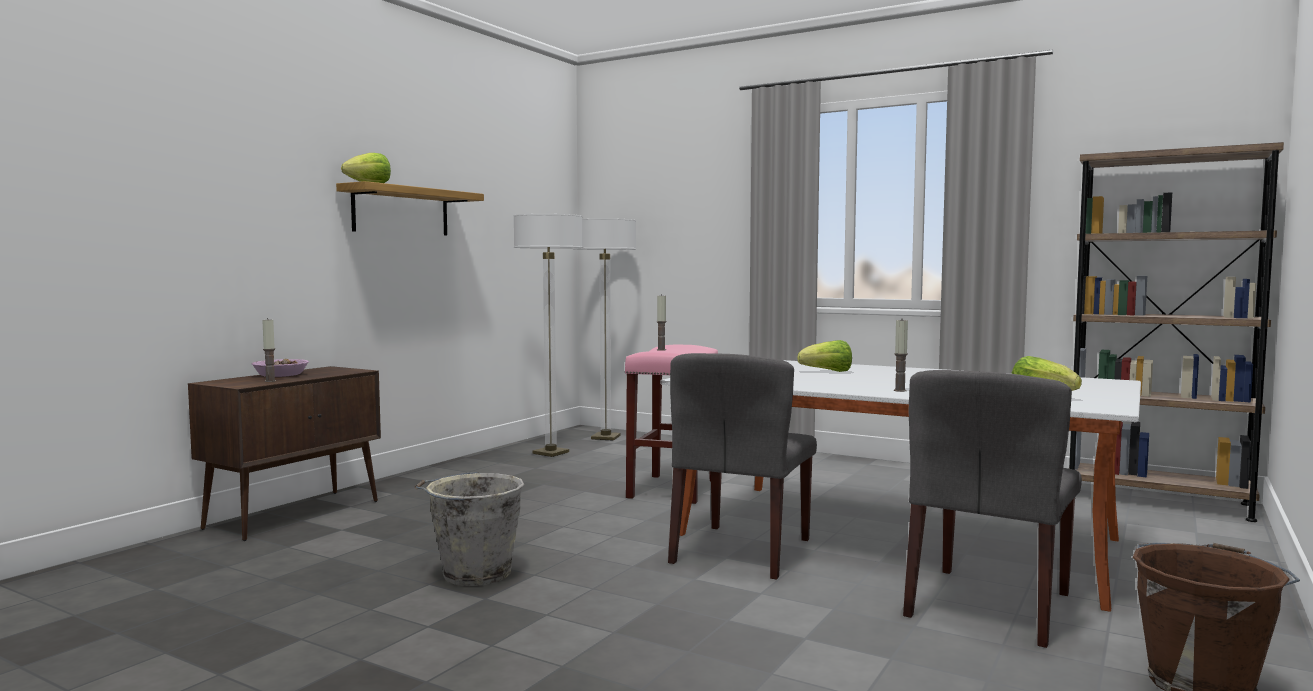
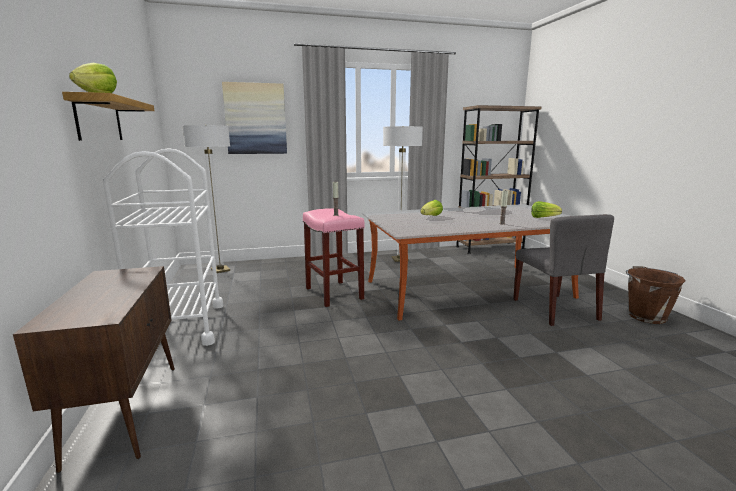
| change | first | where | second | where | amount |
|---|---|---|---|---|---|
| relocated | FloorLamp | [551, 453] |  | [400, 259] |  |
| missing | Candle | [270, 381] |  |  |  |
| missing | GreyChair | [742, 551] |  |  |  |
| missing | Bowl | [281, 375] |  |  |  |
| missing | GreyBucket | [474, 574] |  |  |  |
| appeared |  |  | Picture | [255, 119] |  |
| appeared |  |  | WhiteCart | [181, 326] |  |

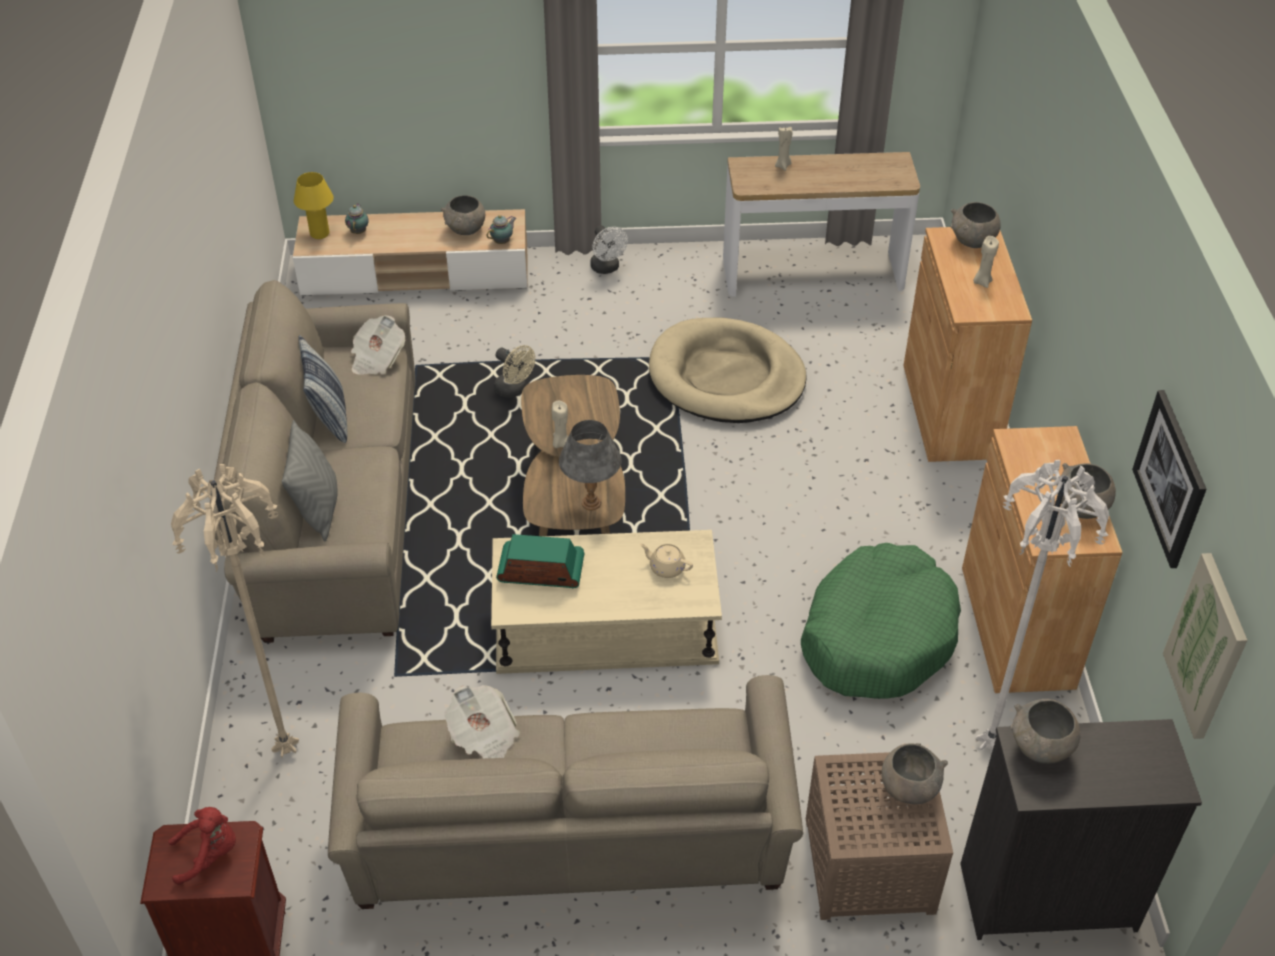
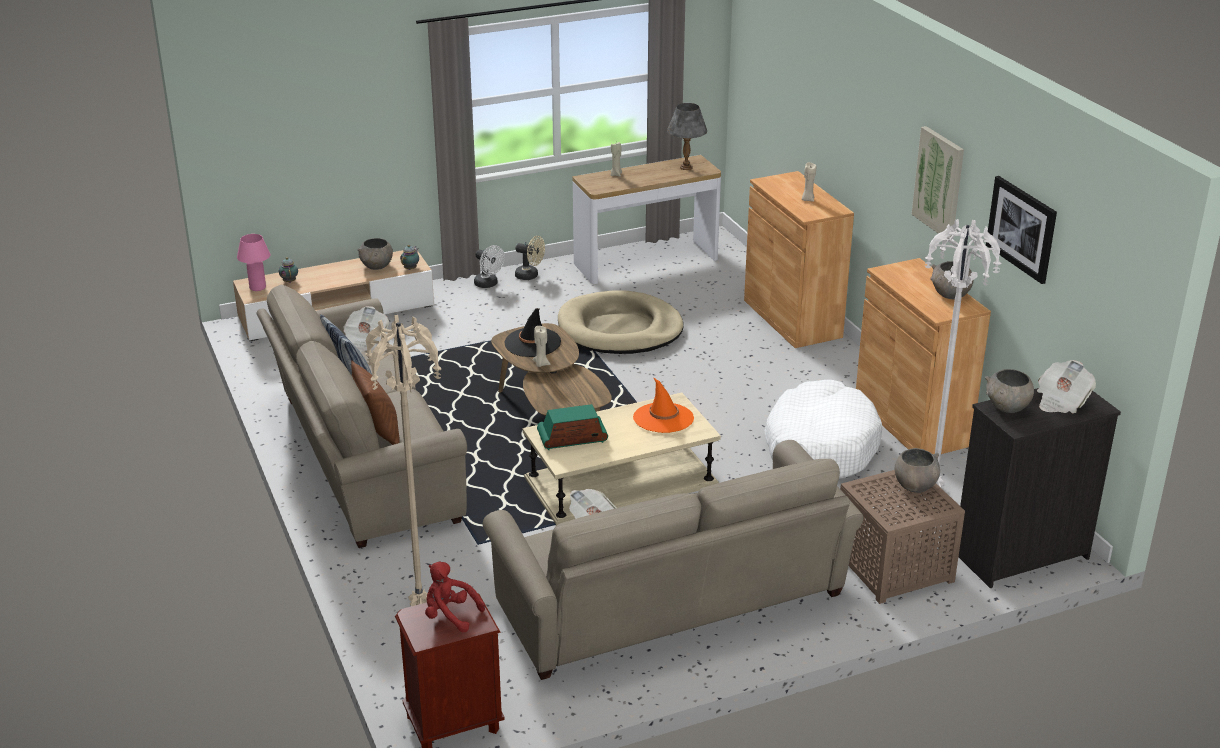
| change | first | where | second | where | amount |
|---|---|---|---|---|---|
| colour | YellowTableLamp | [319, 234] | PinkTableLamp | [257, 288] |  |
| missing | GreyBowl | [972, 242] |  |  |  |
| relocated | BeigeFan | [514, 390] |  | [530, 276] |  |
| colour | GreyPillow | [318, 509] | BrownPillow | [379, 432] |  |
| relocated | GreyTableLamp | [591, 503] |  | [686, 167] |  |
| exchanged | BeigeTeapot | [666, 567] | OrangeHat | [663, 418] |  |
| colour | GreenDogBed | [877, 636] | WhiteDogBed | [820, 447] |  |
| relocated | Picture | [1207, 646] |  | [939, 182] |  |
| spun | RedPlushToy | [209, 854] |  | [450, 615] | 120 degrees counterclockwise |
| appeared |  |  | BlackHat | [532, 343] |  |
| appeared |  |  | Newspaper | [1061, 401] |  |

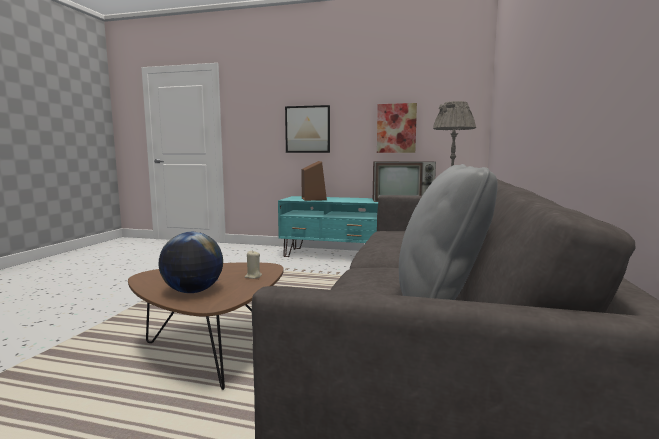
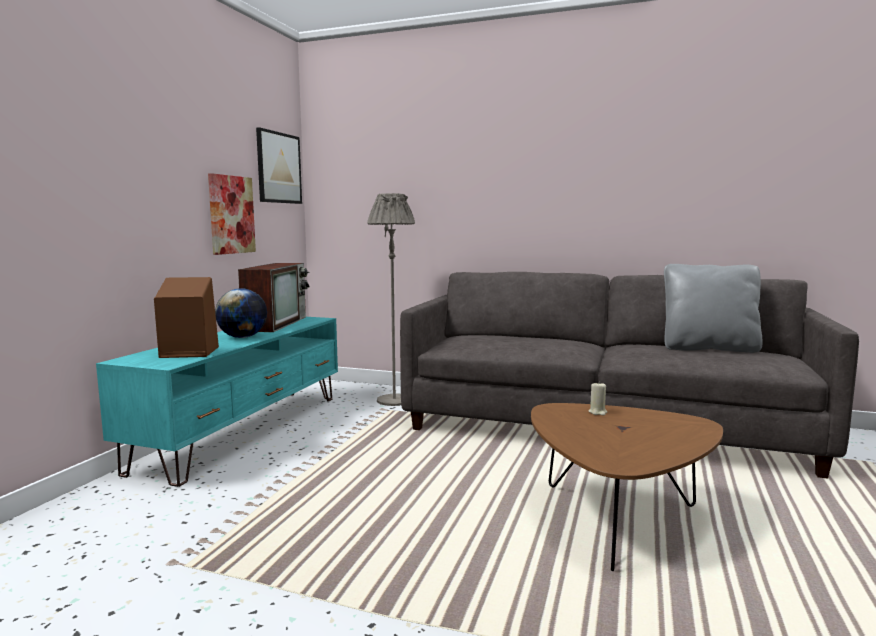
| change | first | where | second | where | amount |
|---|---|---|---|---|---|
| relocated | Picture | [307, 129] |  | [279, 168] |  |
| relocated | Globe | [193, 291] |  | [243, 337] |  |

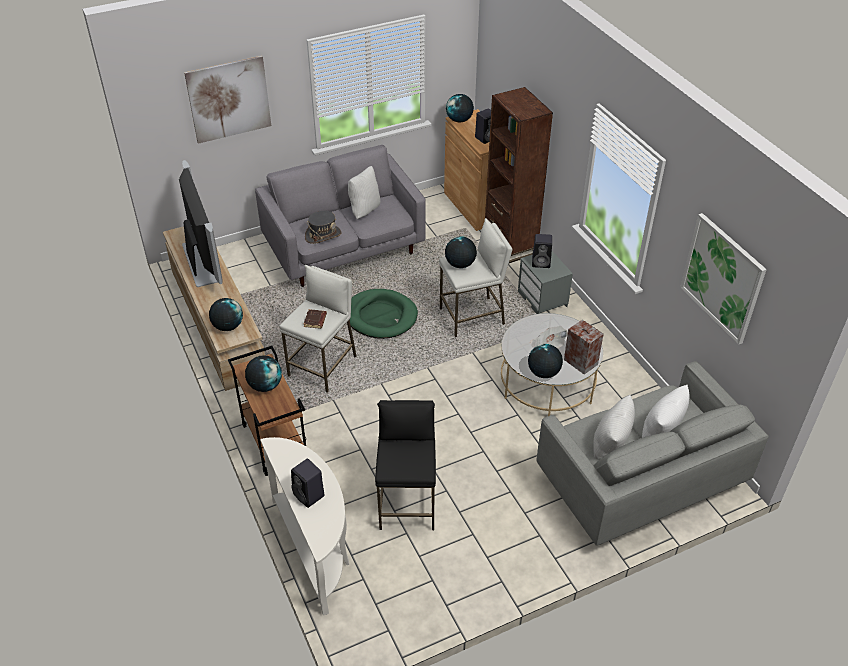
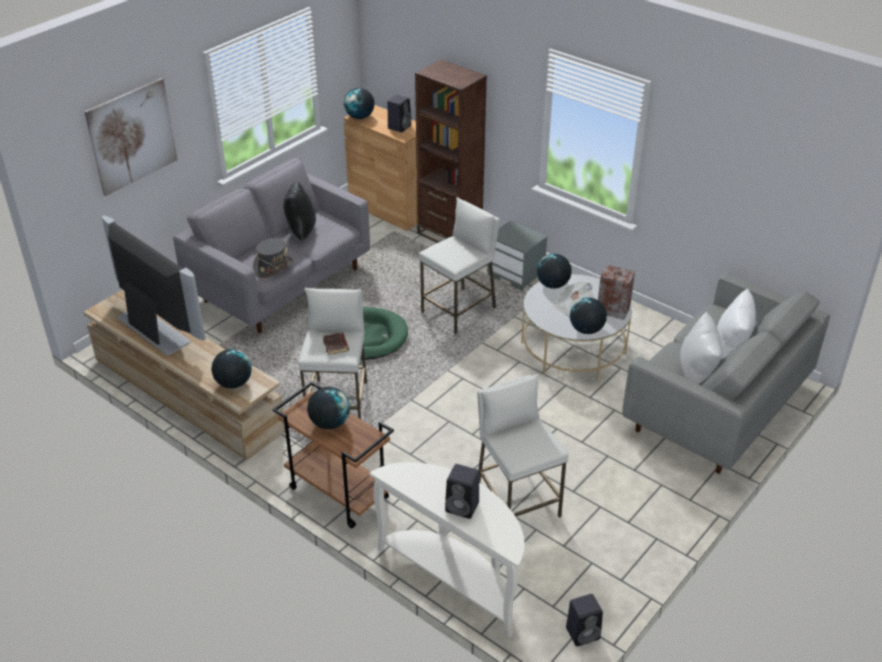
| change | first | where | second | where | amount |
|---|---|---|---|---|---|
| colour | WhitePillow | [364, 210] | BlackPillow | [300, 232] |  |
| missing | Picture | [722, 278] |  |  |  |
| relocated | BlackSpeaker | [541, 262] |  | [583, 633] |  |
| relocated | Globe | [460, 264] |  | [552, 285] |  |
| colour | BlackStool | [407, 502] | WhiteStool | [517, 501] |  |

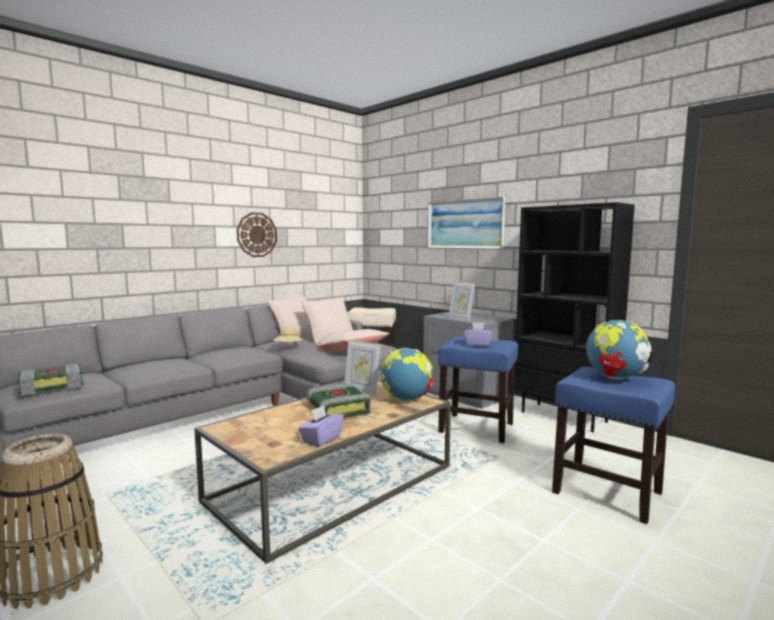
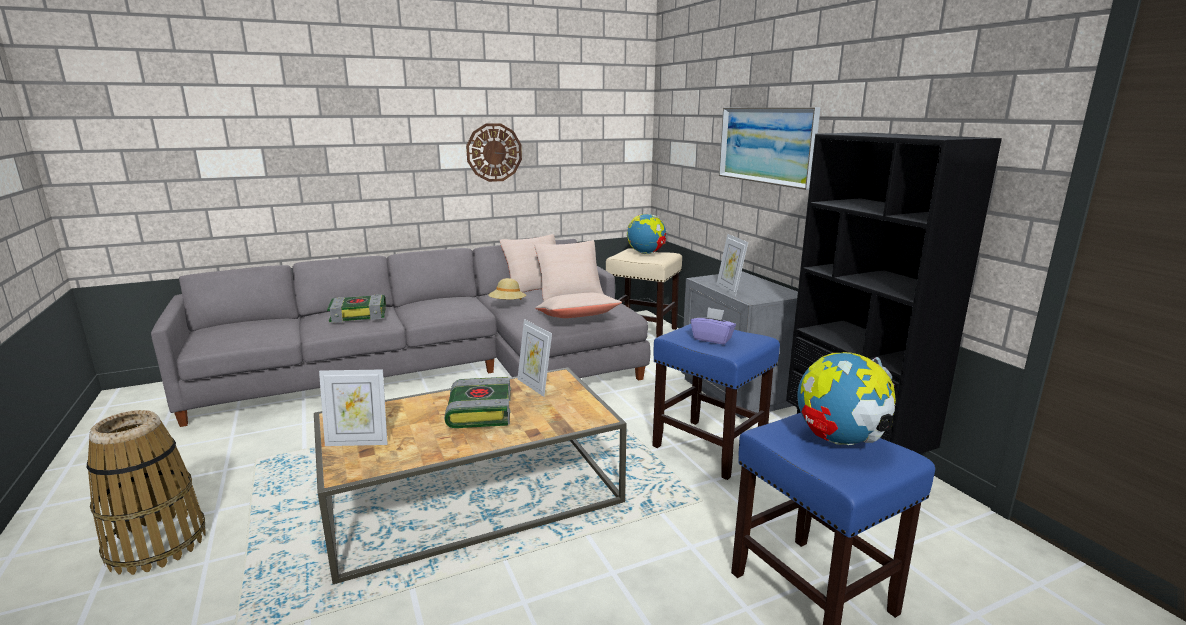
| change | first | where | second | where | amount |
|---|---|---|---|---|---|
| relocated | Globe | [407, 399] |  | [646, 253] |  |
| relocated | Book | [53, 385] |  | [359, 314] |  |
| missing | PurpleTissueBox | [321, 439] |  |  |  |
| appeared |  |  | PictureFrame | [358, 442] |  |

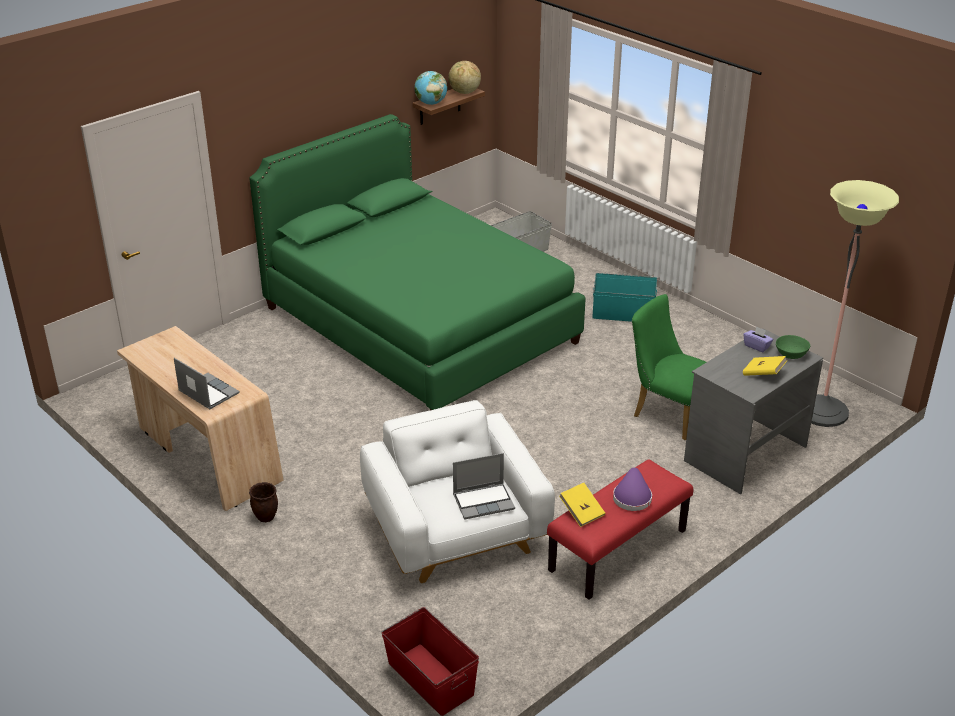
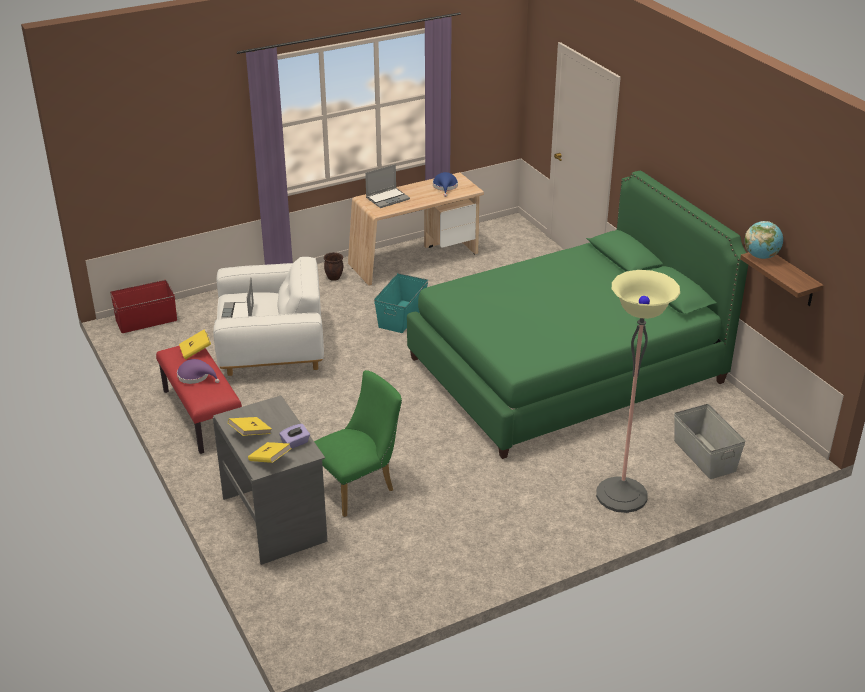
| change | first | where | second | where | amount |
|---|---|---|---|---|---|
| missing | Globe | [464, 92] |  |  |  |
| relocated | FloorLamp | [822, 411] |  | [621, 495] |  |
| relocated | TurquoiseStorageBox | [623, 313] |  | [401, 316] |  |
| exchanged | GreenBowl | [790, 354] | YellowBook | [270, 460] |  |
| appeared |  |  | BlueHat | [445, 187] |  |

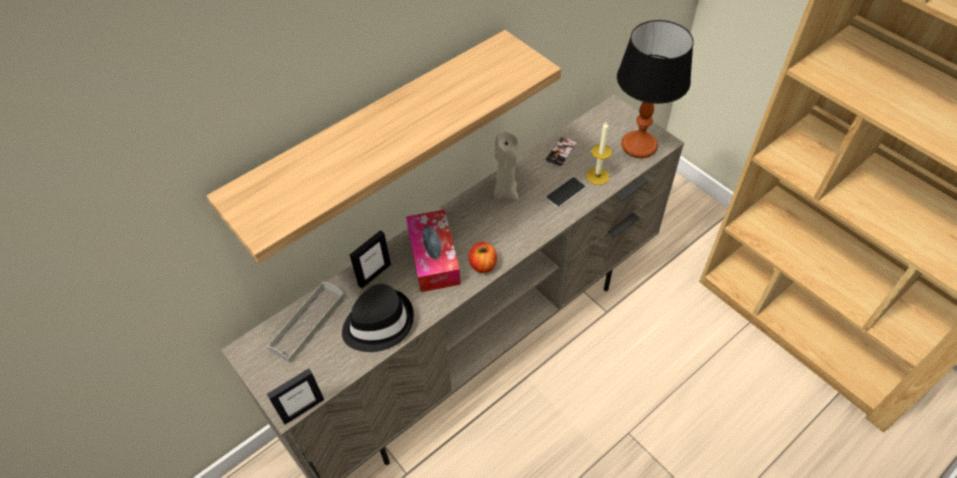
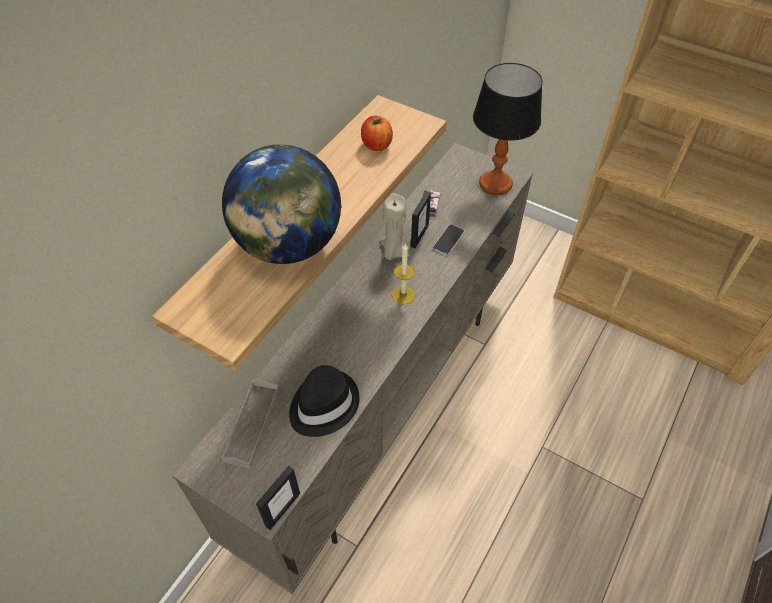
| change | first | where | second | where | amount |
|---|---|---|---|---|---|
| relocated | Candle | [597, 176] |  | [403, 295] |  |
| missing | TissueBox | [433, 257] |  |  |  |
| relocated | PictureFrame | [374, 274] |  | [419, 236] |  |
| relocated | Apple | [483, 265] |  | [376, 145] |  |
| appeared |  |  | Globe | [288, 245] |  |

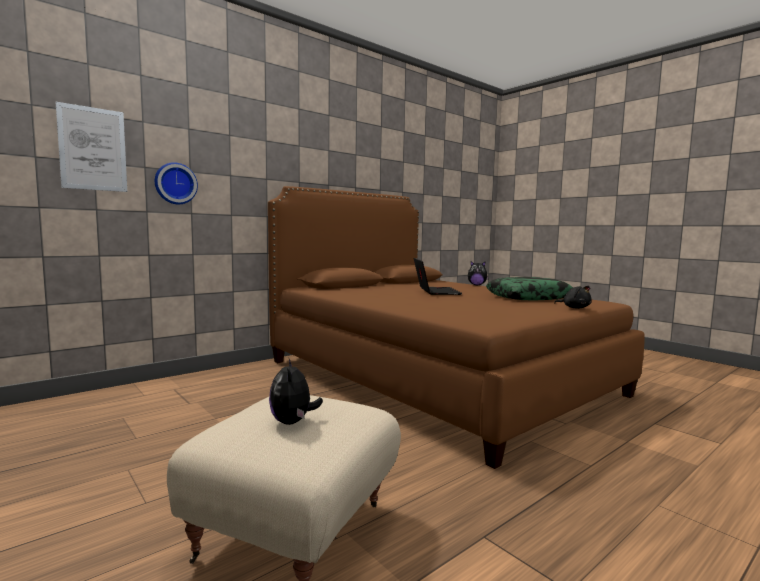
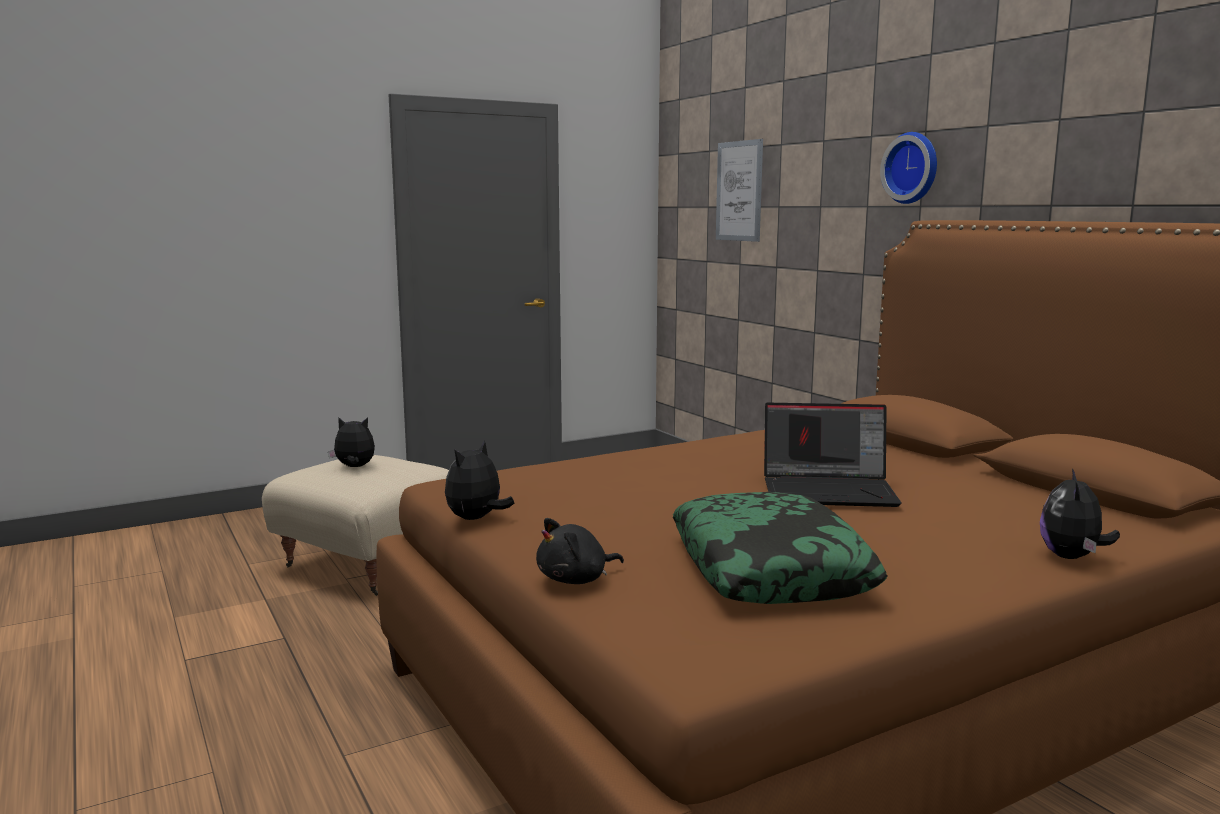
| change | first | where | second | where | amount |
|---|---|---|---|---|---|
| relocated | WallClock | [175, 183] |  | [913, 168] |  |
| appeared |  |  | PlushToy | [476, 519] |  |

